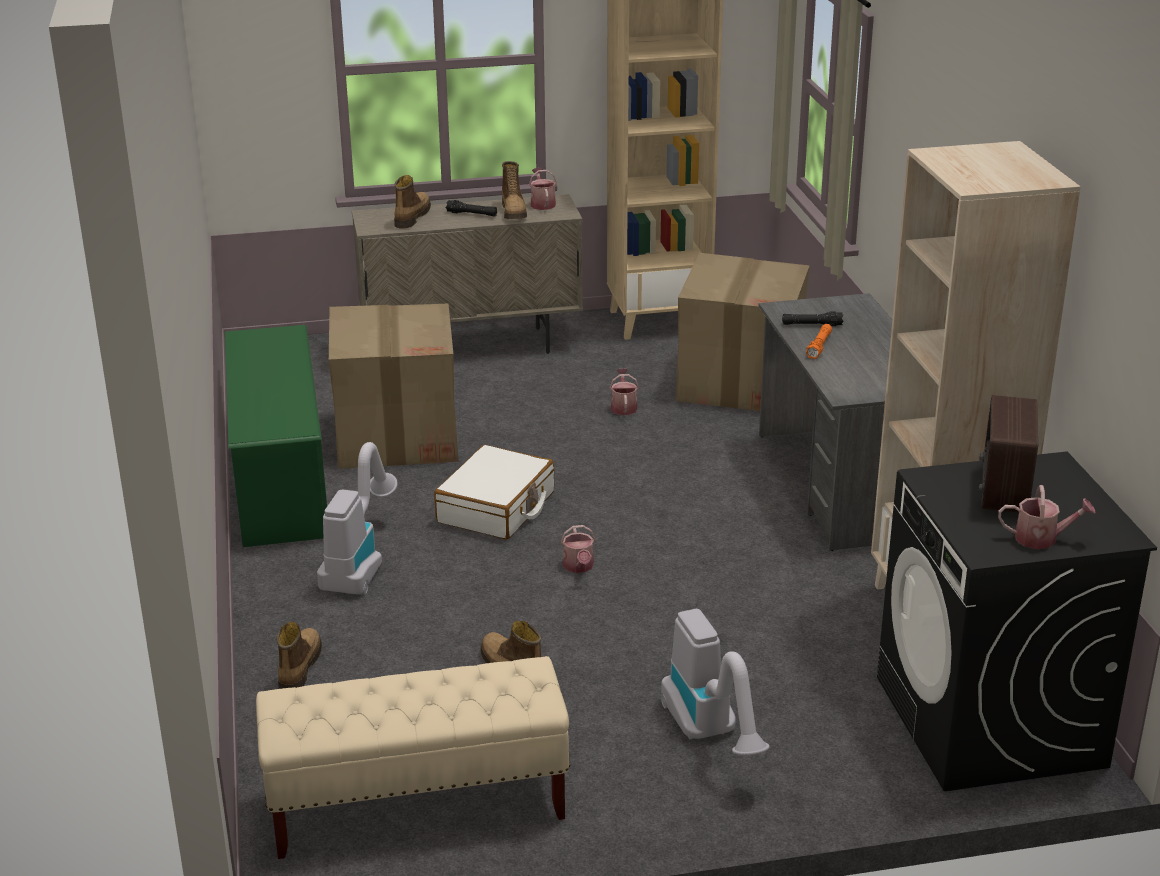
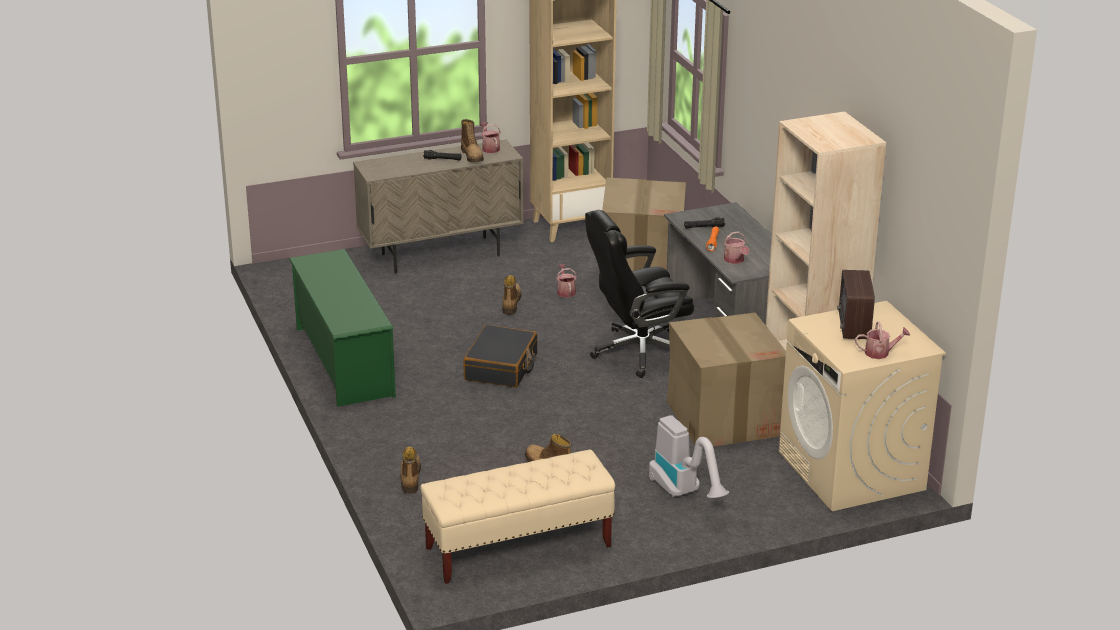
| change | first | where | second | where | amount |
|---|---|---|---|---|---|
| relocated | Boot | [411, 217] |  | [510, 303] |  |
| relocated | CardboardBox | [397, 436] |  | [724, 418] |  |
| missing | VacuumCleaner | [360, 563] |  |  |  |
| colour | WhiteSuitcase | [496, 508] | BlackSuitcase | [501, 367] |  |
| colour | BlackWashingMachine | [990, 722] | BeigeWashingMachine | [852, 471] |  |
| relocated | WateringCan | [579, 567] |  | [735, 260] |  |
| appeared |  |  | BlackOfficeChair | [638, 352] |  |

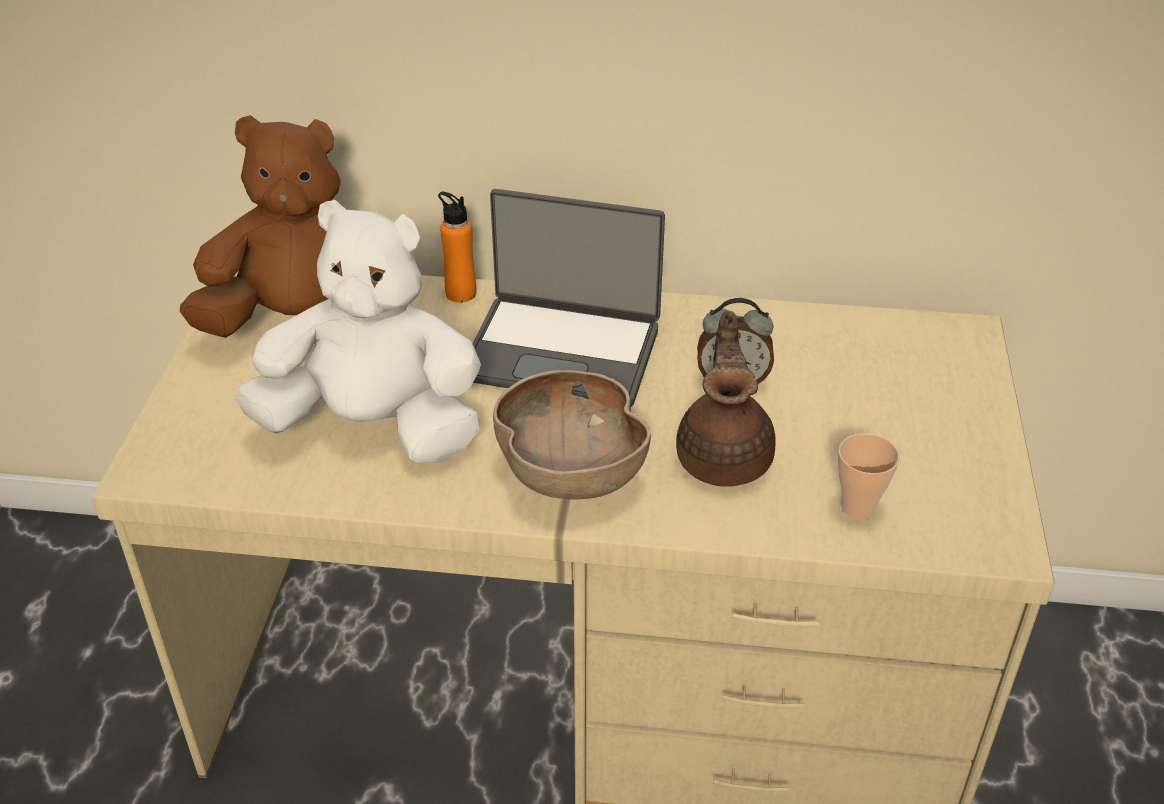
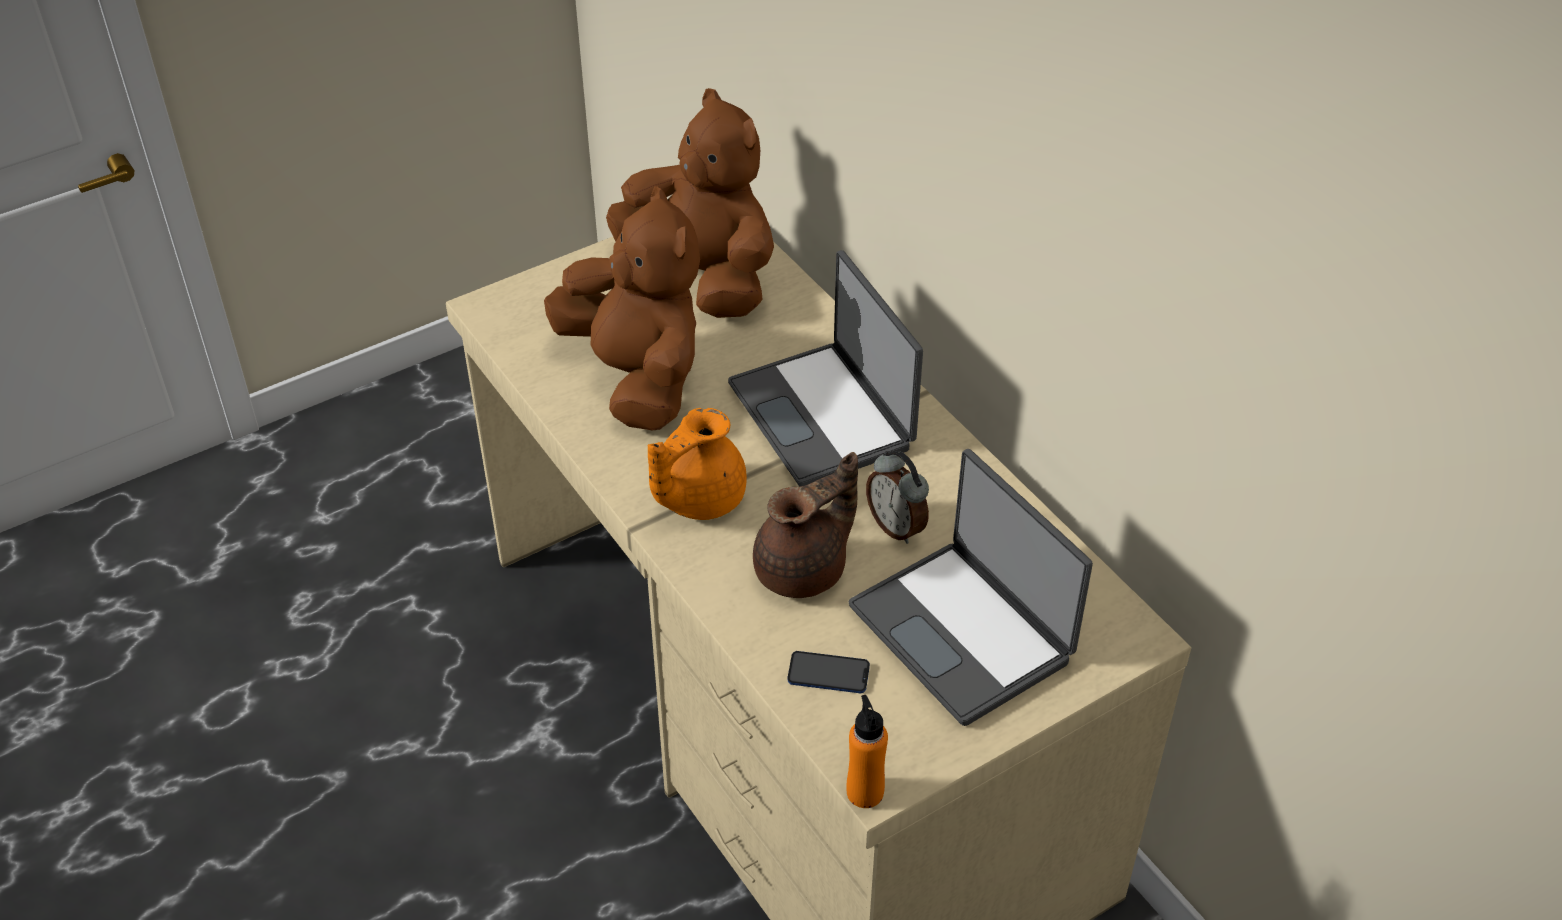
| change | first | where | second | where | amount |
|---|---|---|---|---|---|
| relocated | OrangeBottle | [460, 293] |  | [865, 792] |  |
| colour | WhitePlushToy | [375, 427] | BrownPlushToy | [637, 377] |  |
| exchanged | BrownBowl | [569, 472] | OrangeTeapot | [697, 498] |  |
| exchanged | Cup | [858, 508] | Phone | [828, 674] |  |
| appeared |  |  | Laptop | [963, 632] |  |

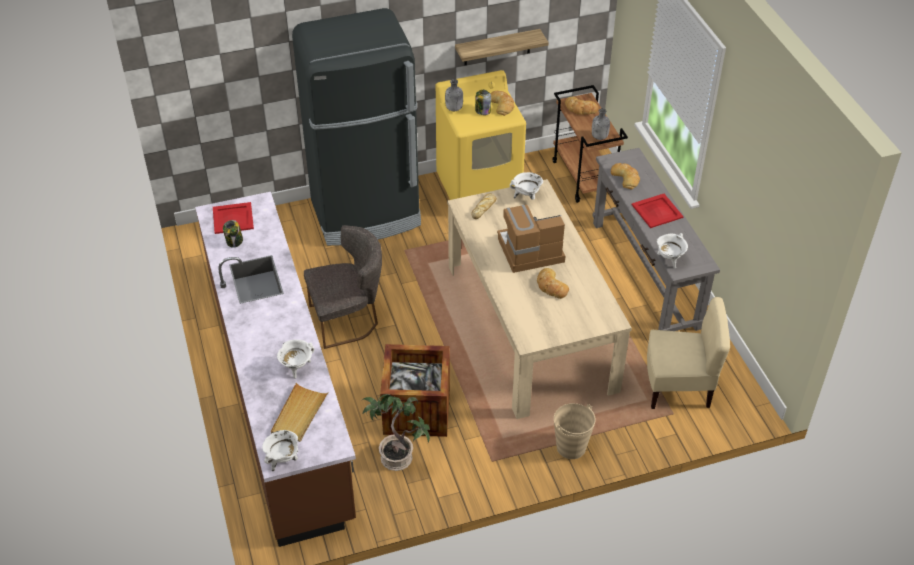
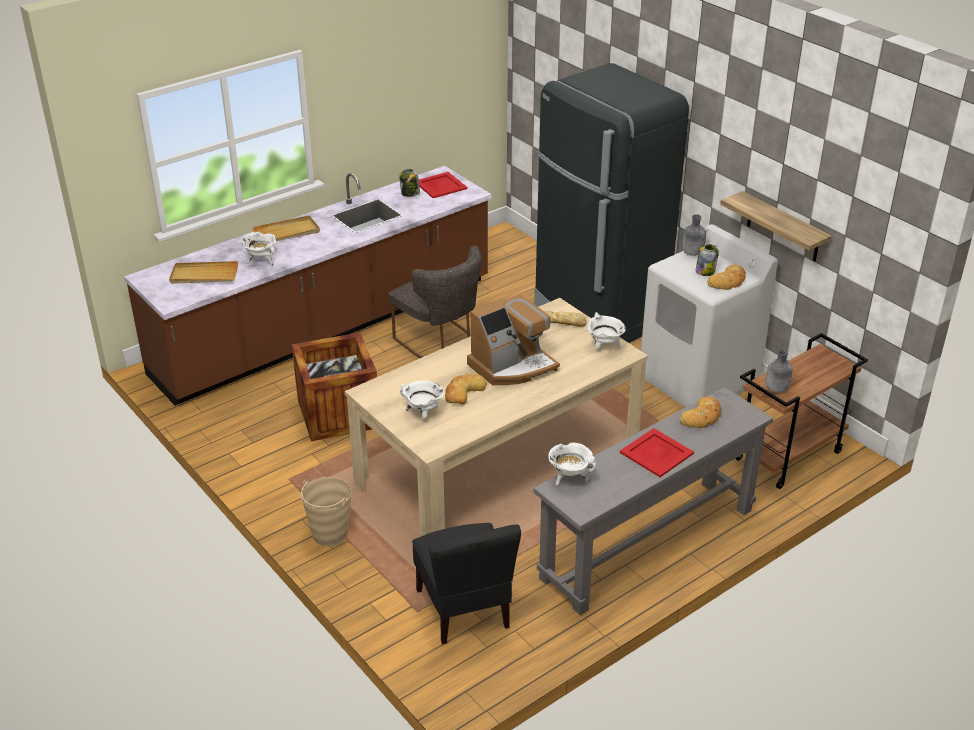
| change | first | where | second | where | amount |
|---|---|---|---|---|---|
| colour | YellowWashingMachine | [479, 189] | WhiteWashingMachine | [698, 380] |  |
| missing | Bread | [580, 109] |  |  |  |
| spun | CoffeeMachine | [530, 251] |  | [512, 366] | 90 degrees clockwise |
| colour | BeigeChair | [678, 387] | BlackChair | [464, 609] |  |
| missing | PottedPlant | [398, 457] |  |  |  |
| relocated | WhiteCookingPot | [283, 460] |  | [423, 413] |  |
| appeared |  |  | BeigeTray | [287, 232] |  |

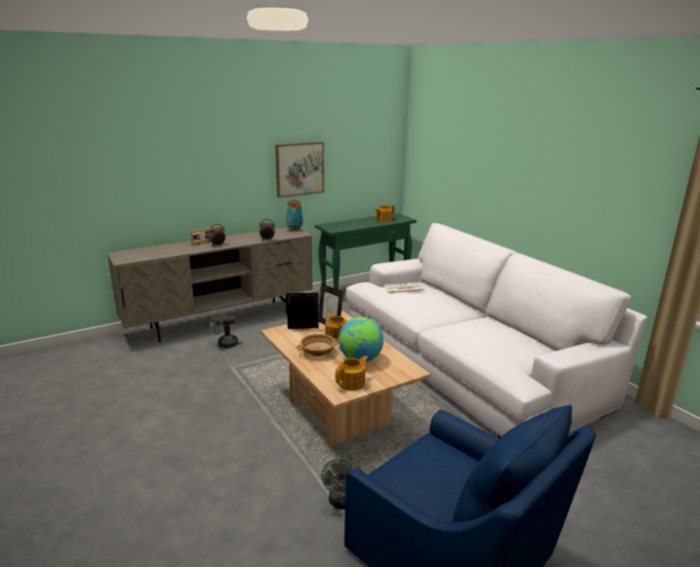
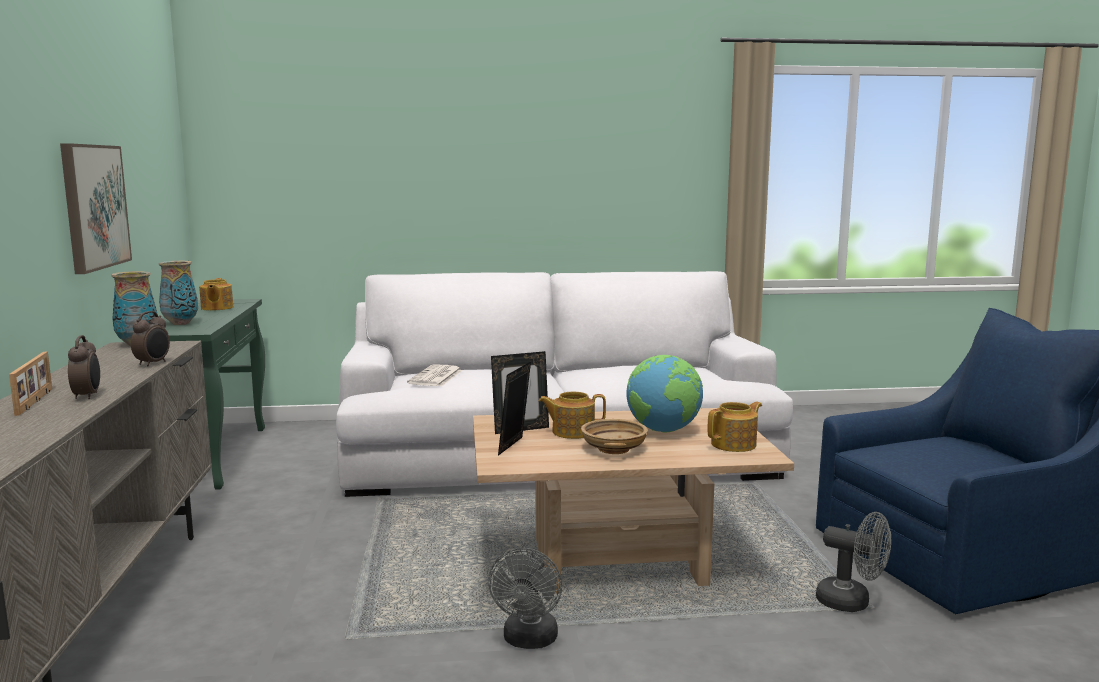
| change | first | where | second | where | amount |
|---|---|---|---|---|---|
| relocated | GreyFan | [224, 344] |  | [529, 641] |  |
| spun | Teapot | [352, 383] |  | [734, 444] | 75 degrees clockwise |
| appeared |  |  | Vase | [180, 323] |  |

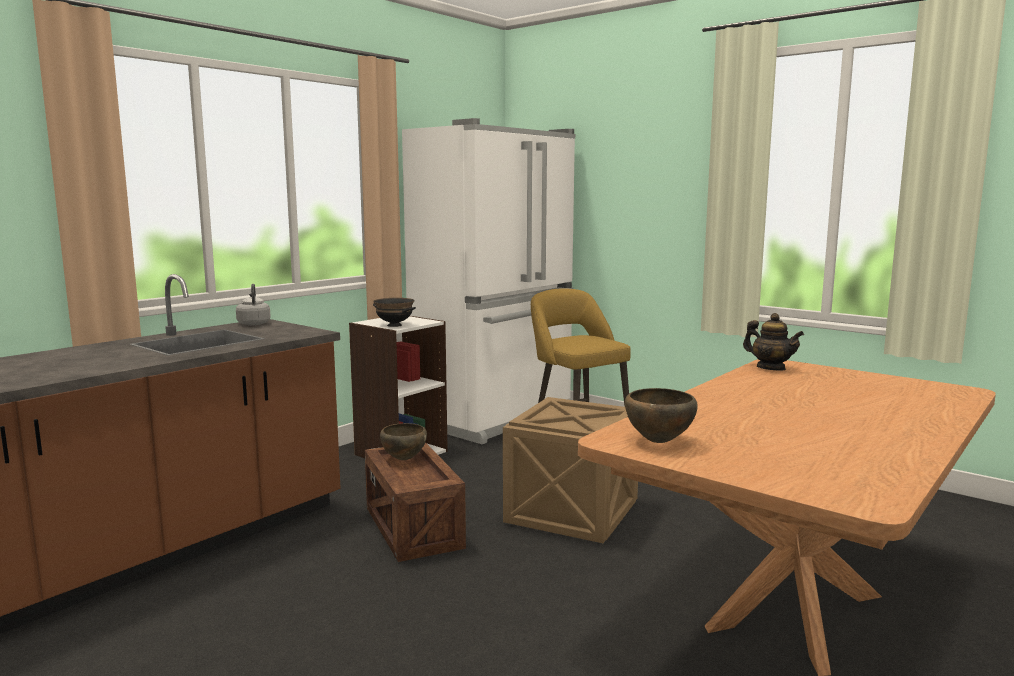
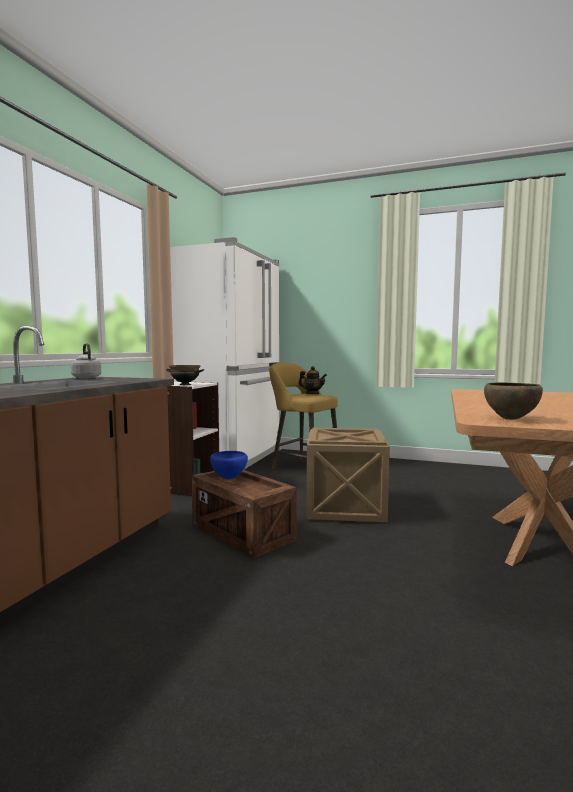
| change | first | where | second | where | amount |
|---|---|---|---|---|---|
| relocated | Teapot | [771, 368] |  | [312, 394] |  |
| colour | BrownBowl | [403, 459] | BlueBowl | [228, 479] |  |

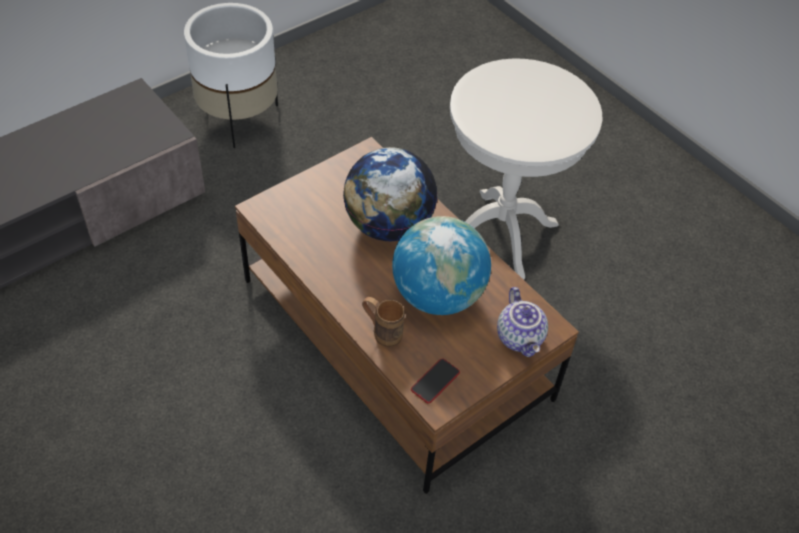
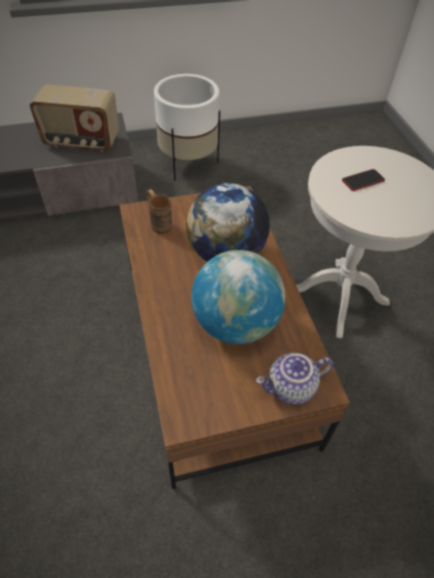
| change | first | where | second | where | amount |
|---|---|---|---|---|---|
| spun | Teapot | [521, 338] |  | [290, 388] | 60 degrees clockwise |
| relocated | BrownMug | [382, 332] |  | [158, 223] |  |
| relocated | Phone | [435, 381] |  | [363, 180] |  |
| appeared |  |  | Radio | [81, 142] |  |

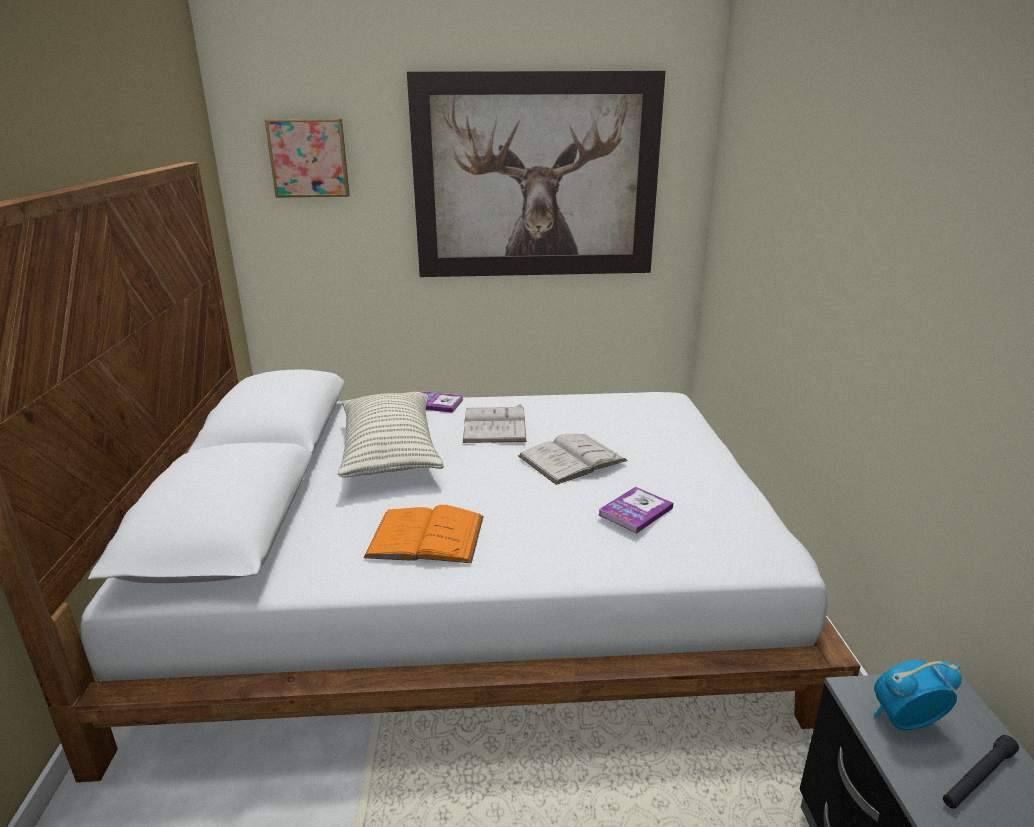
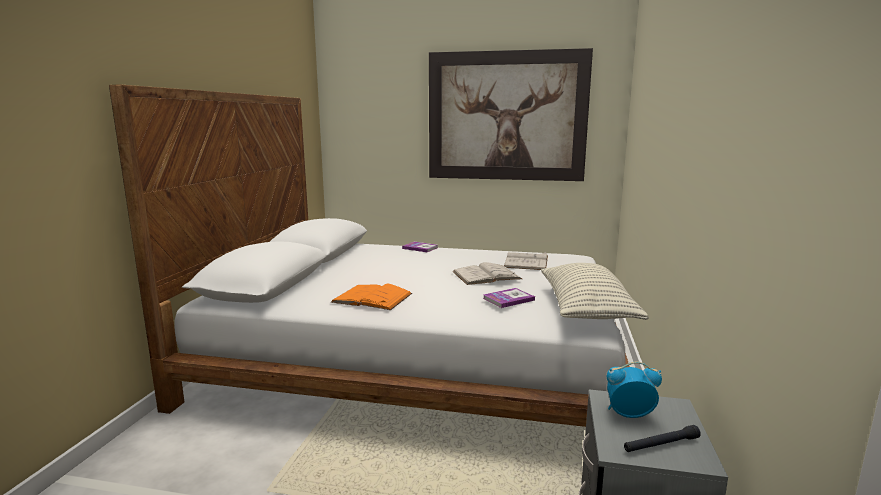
| change | first | where | second | where | amount |
|---|---|---|---|---|---|
| missing | Picture | [309, 158] |  |  |  |
| relocated | Pillow | [390, 453] |  | [586, 310] |  |
| relocated | WhiteBook | [494, 424] |  | [526, 261] |  |

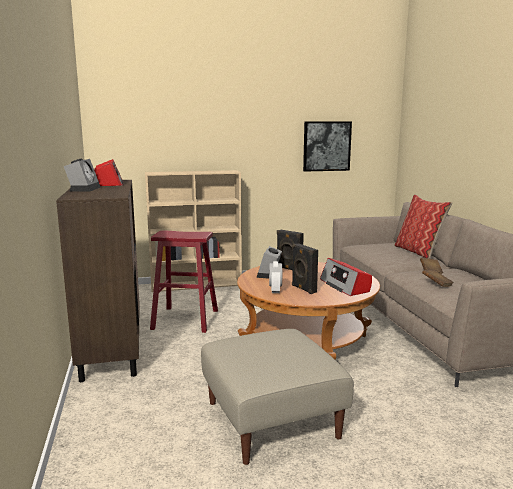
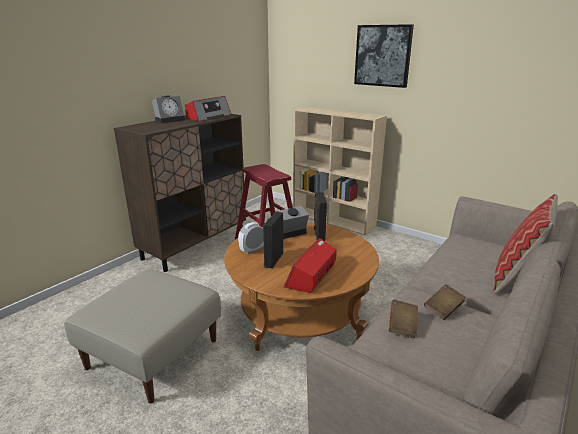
| change | first | where | second | where | amount |
|---|---|---|---|---|---|
| relocated | Picture | [326, 146] |  | [383, 56] |  |

